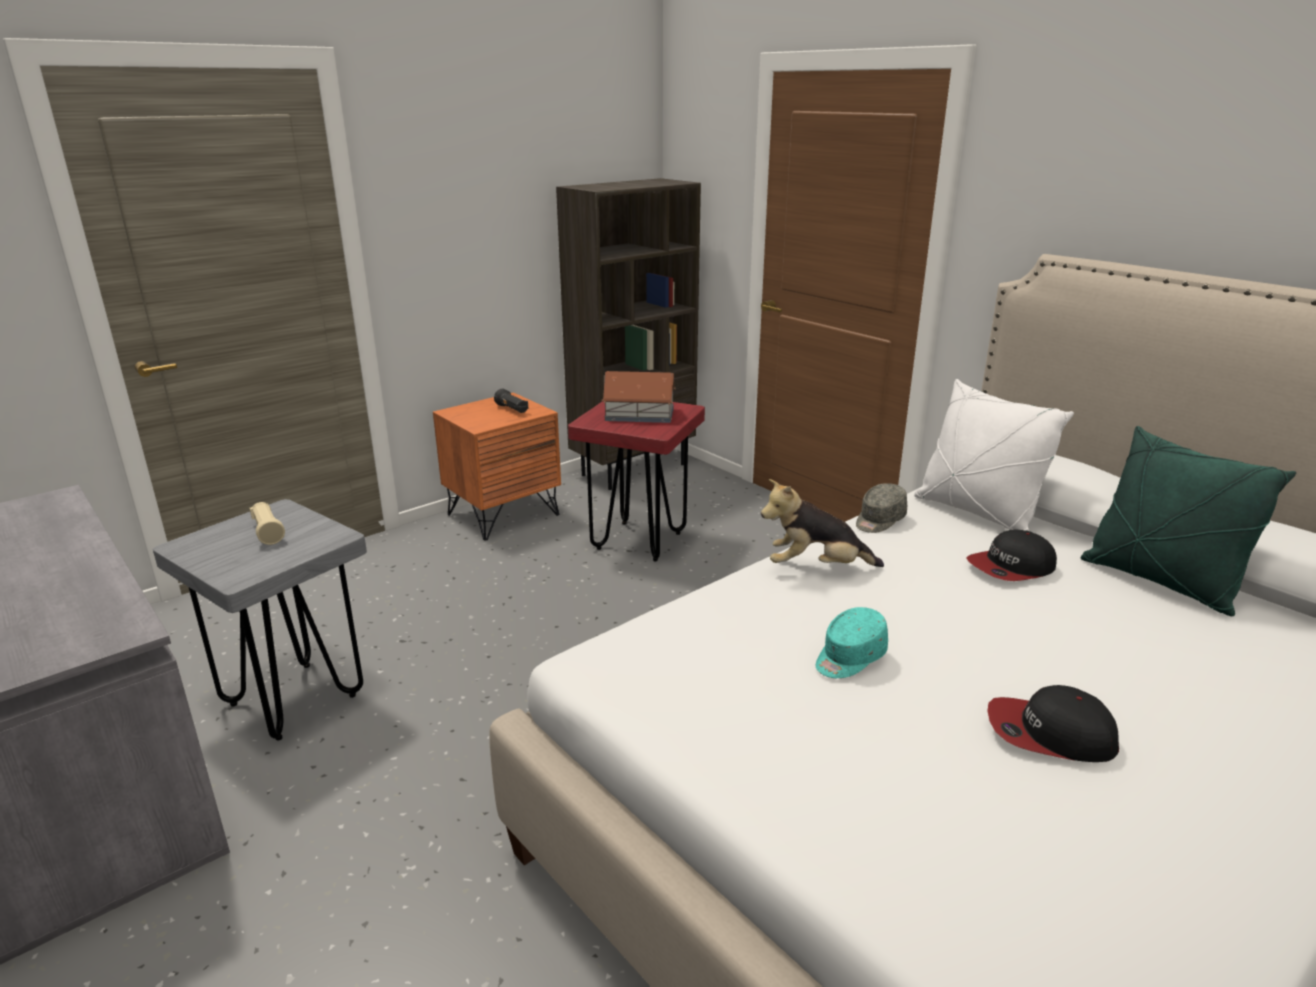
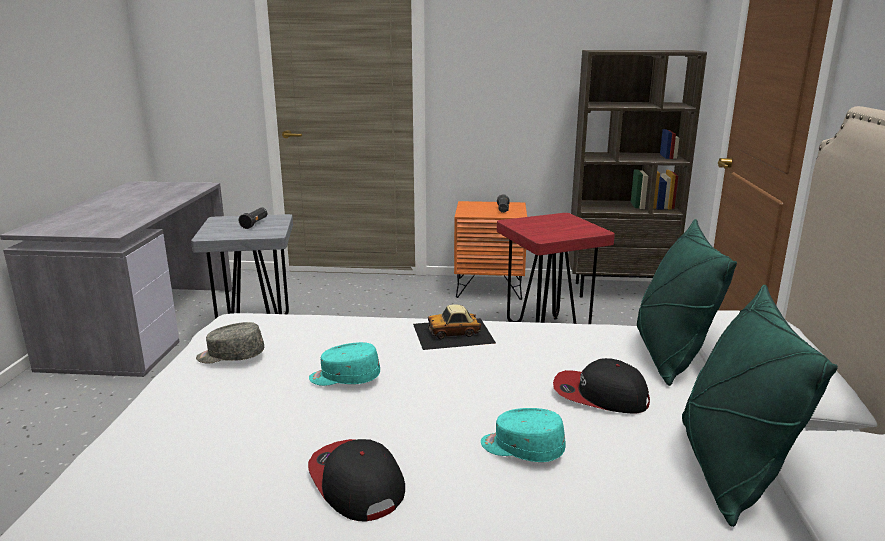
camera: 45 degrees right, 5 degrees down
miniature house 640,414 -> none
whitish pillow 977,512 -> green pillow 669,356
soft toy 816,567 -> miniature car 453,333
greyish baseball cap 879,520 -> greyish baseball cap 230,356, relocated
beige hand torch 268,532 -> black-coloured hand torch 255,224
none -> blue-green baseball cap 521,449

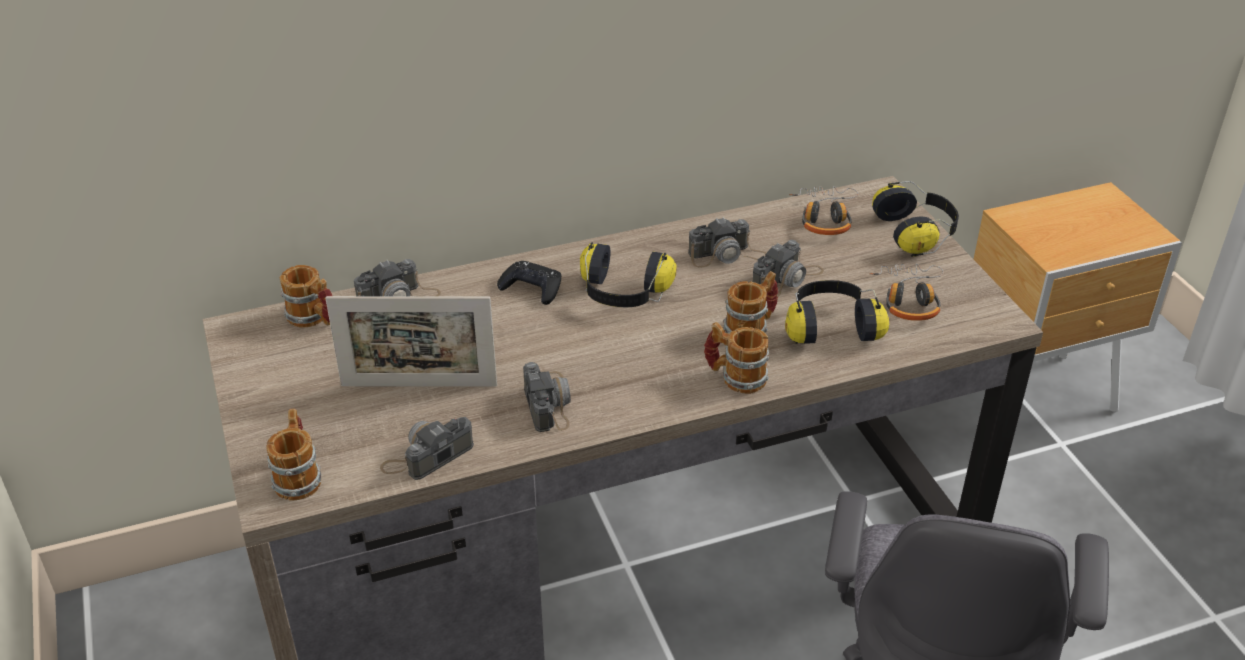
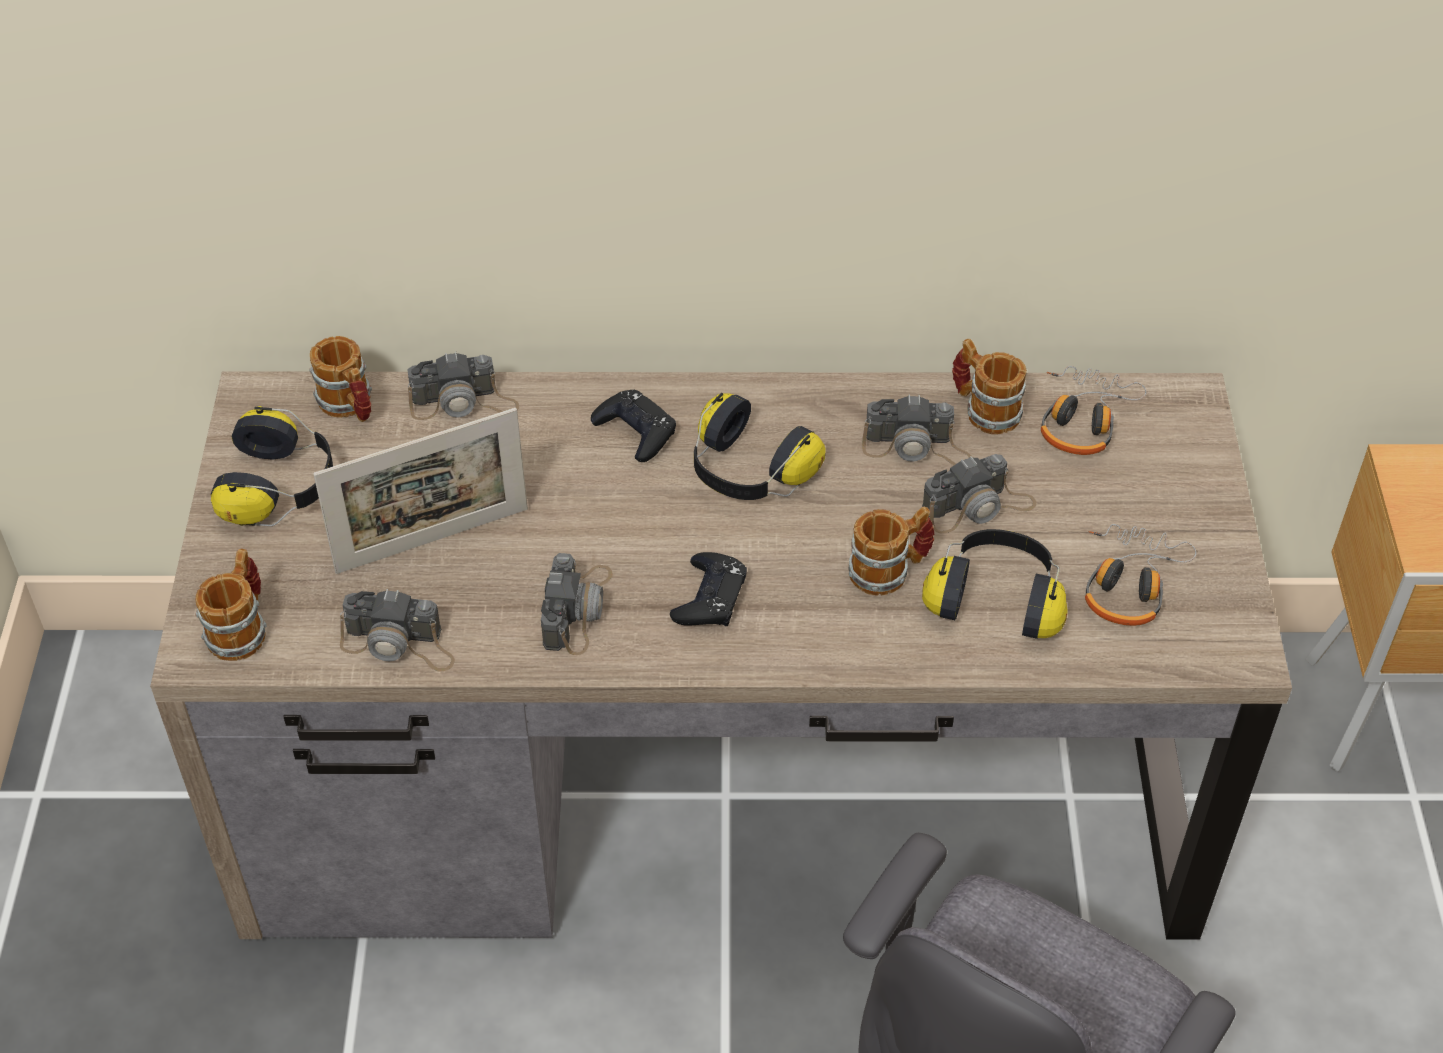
camera: 20 degrees right, 10 degrees up
headphones 916,233 -> headphones 281,487, relocated
photo frame 419,385 -> photo frame 432,540, 45 degrees counterclockwise
mug 735,377 -> mug 984,409, relocated
still camera 427,456 -> still camera 399,644, 150 degrees counterclockwise
none -> black-coloured gamepad 709,597

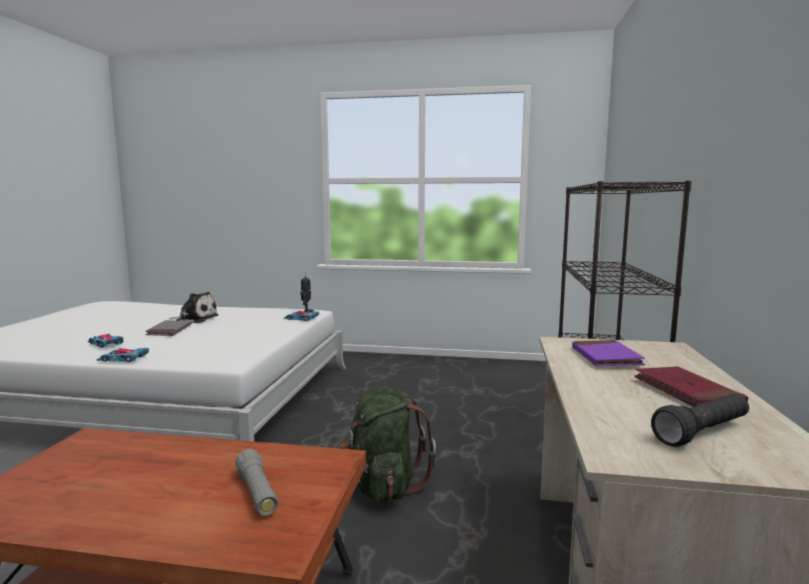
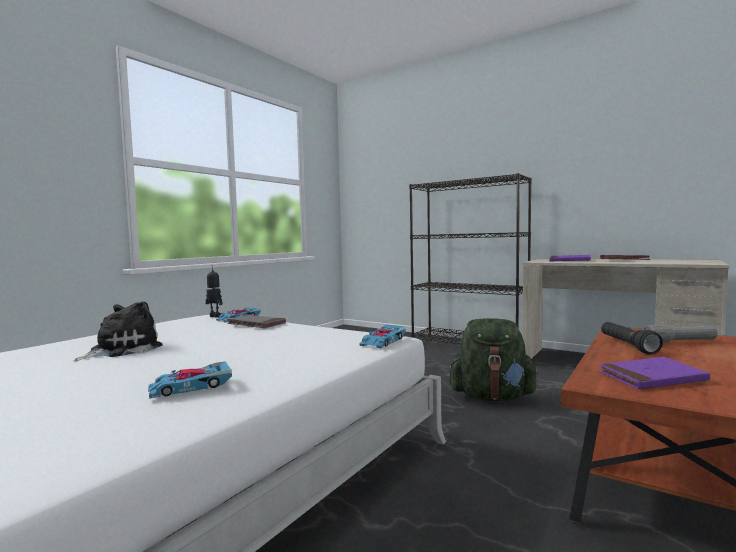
camera: 65 degrees left, 5 degrees down
greyish book 169,330 -> greyish book 256,324, relocated
miniature car 123,359 -> miniature car 383,341, relocated
black-coloured hand torch 702,433 -> black-coloured hand torch 627,346, relocated
none -> purplish book 652,377

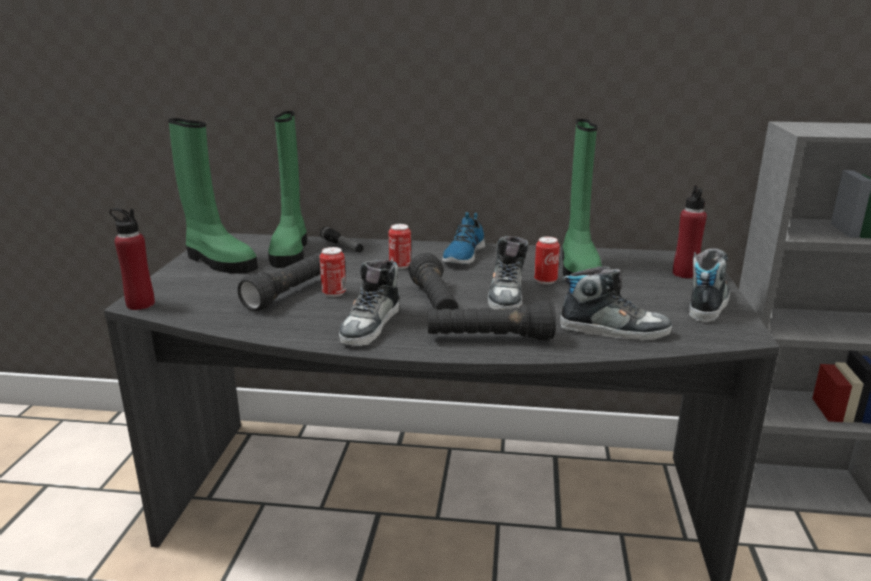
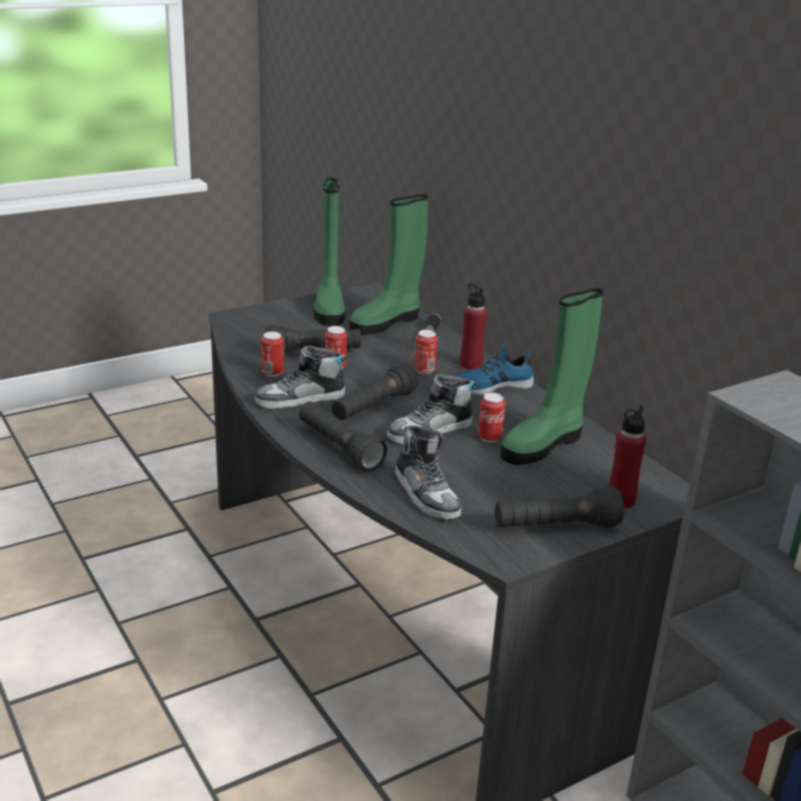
camera: 50 degrees right, 5 degrees up
reddish beverage bottle 140,304 -> reddish beverage bottle 471,364, relocated
low shoe 707,304 -> black-coloured hand torch 555,527
none -> sealed can 272,373

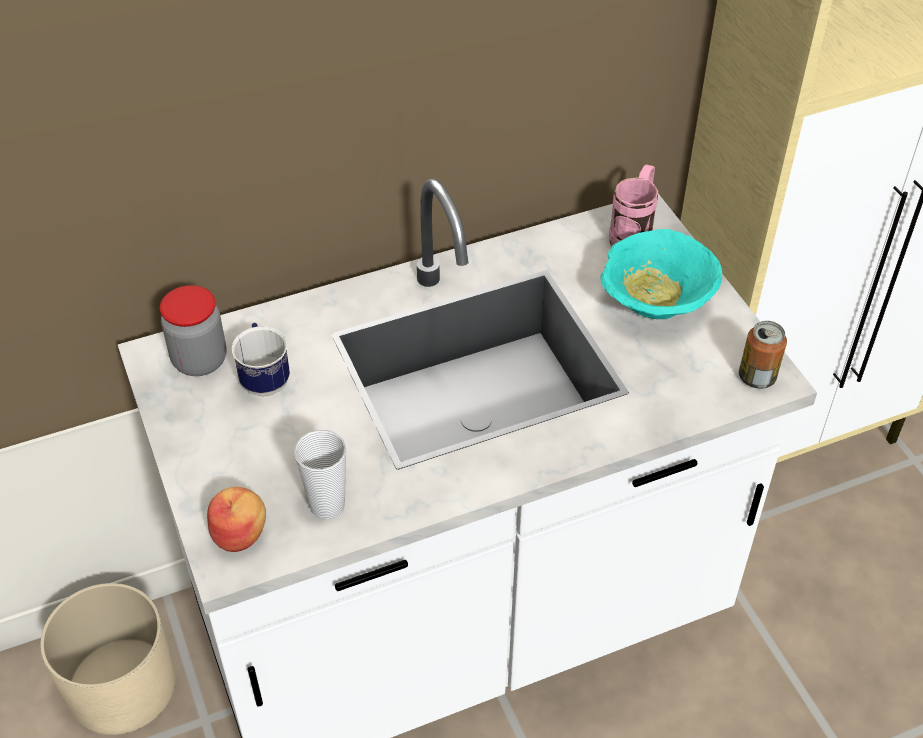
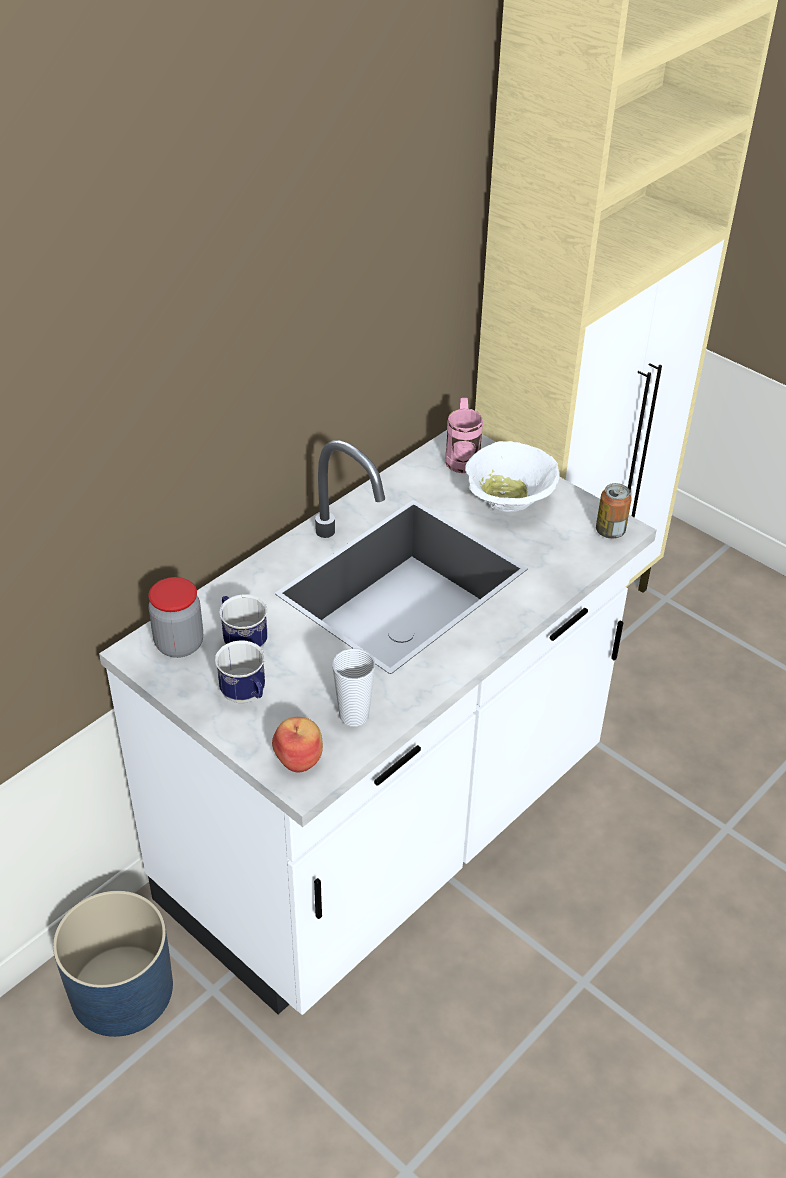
camera: 25 degrees left, 5 degrees down
blue-green serving bowl 655,305 -> whitish serving bowl 509,502
beige flower pot 122,686 -> bluish flower pot 122,991
none -> mug 246,697

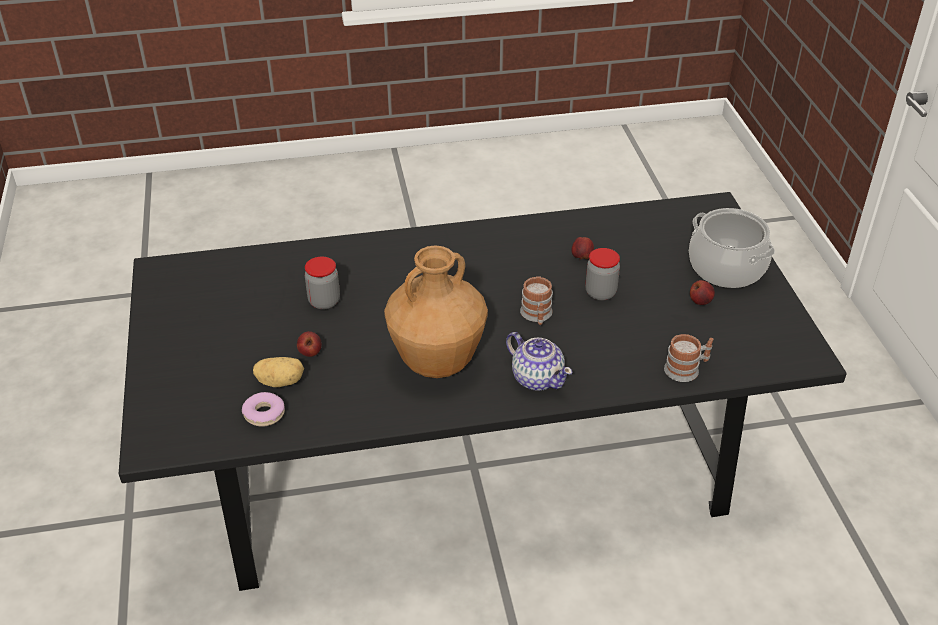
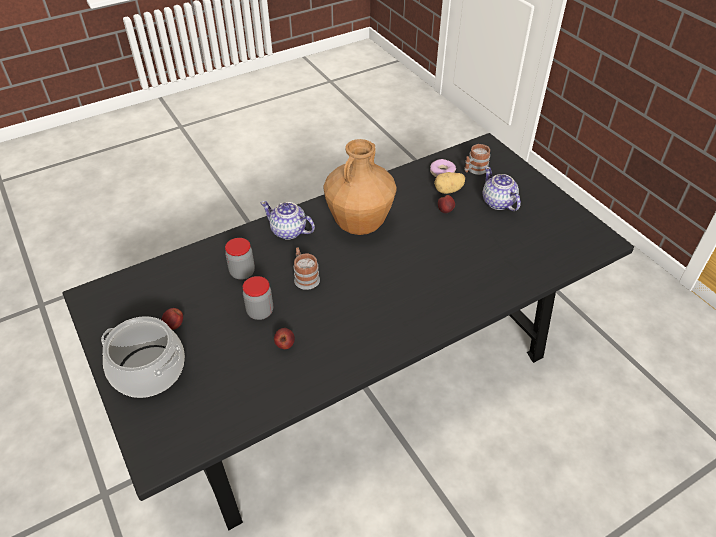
camera: 160 degrees right, 5 degrees up
storage jar 324,301 -> storage jar 242,272, relocated
mug 687,369 -> mug 474,170, relocated
none -> tea pot 498,203

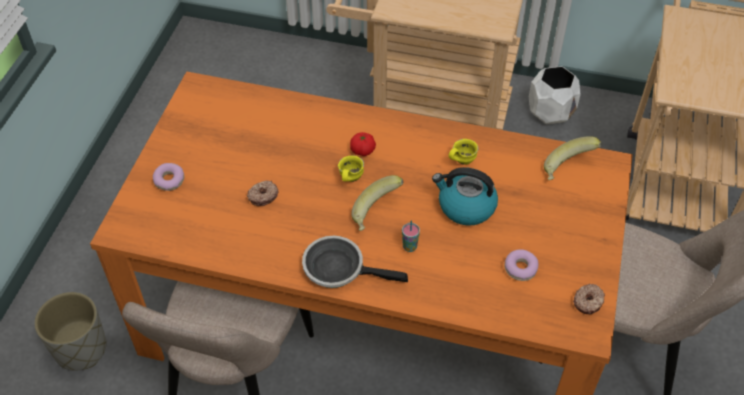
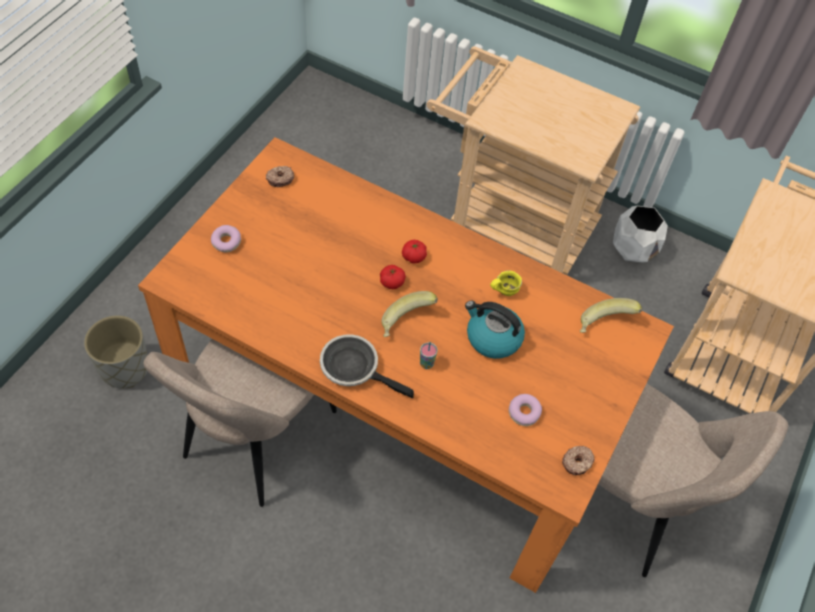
camera: 10 degrees right, 5 degrees up
yellow-coloured mug 349,179 -> tomato 392,282
doughnut 263,196 -> doughnut 280,179, relocated

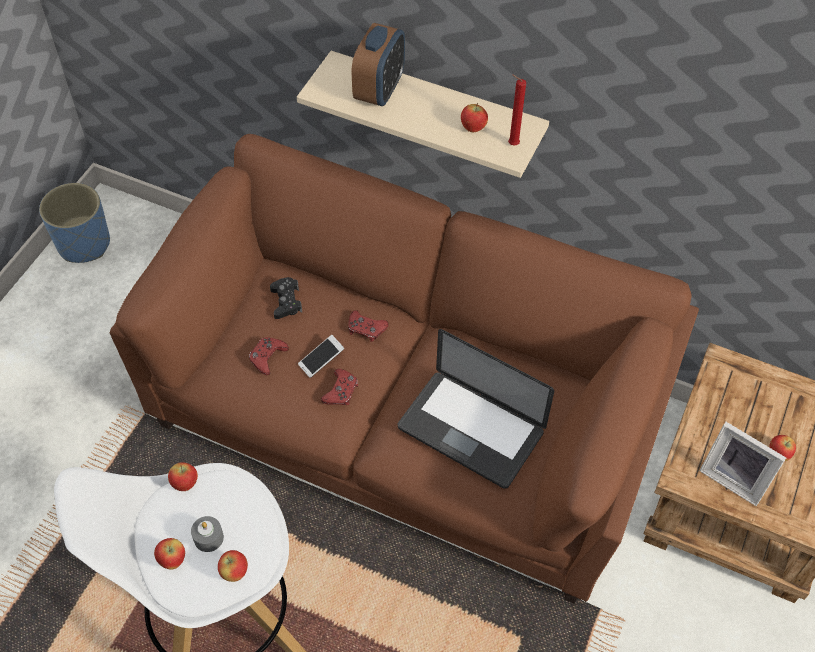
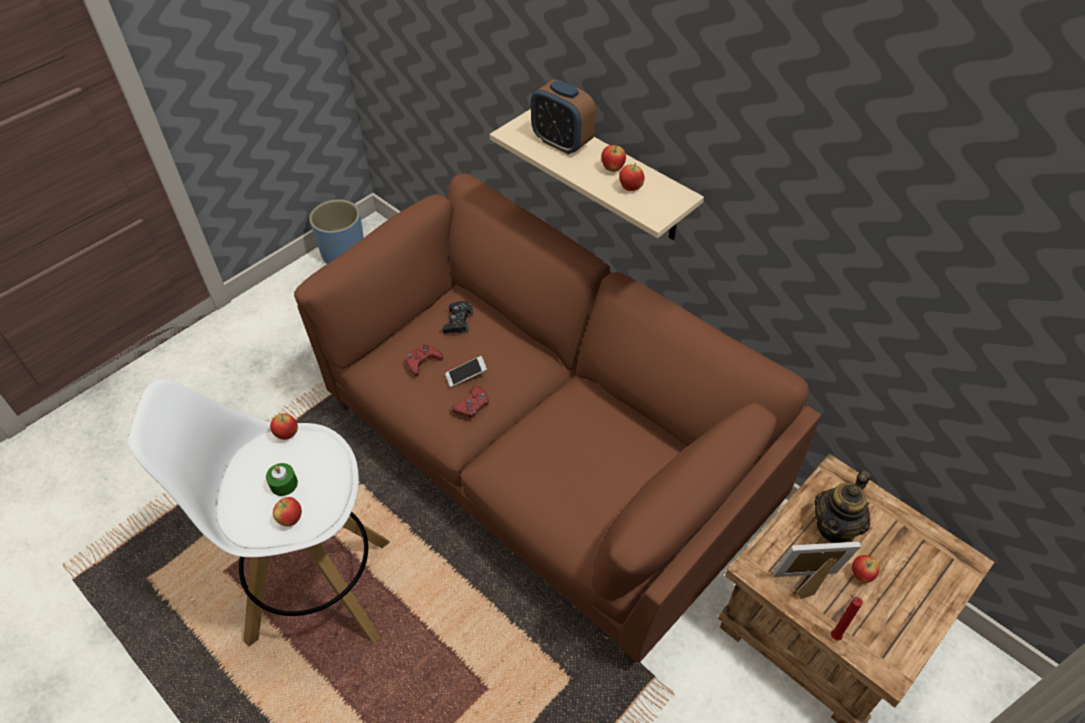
camera: 20 degrees right, 5 degrees down
alarm clock 379,90 -> alarm clock 562,143, 90 degrees clockwise
reddish wax candle 511,144 -> reddish wax candle 833,636, relocated
reddish gamepad 366,329 -> none
portable computer 470,430 -> none
photo frame 734,478 -> photo frame 807,584, 120 degrees clockwise
greyish wax candle 208,538 -> green wax candle 284,484
apple 172,560 -> apple 612,169, relocated
none -> tea pot 835,527

